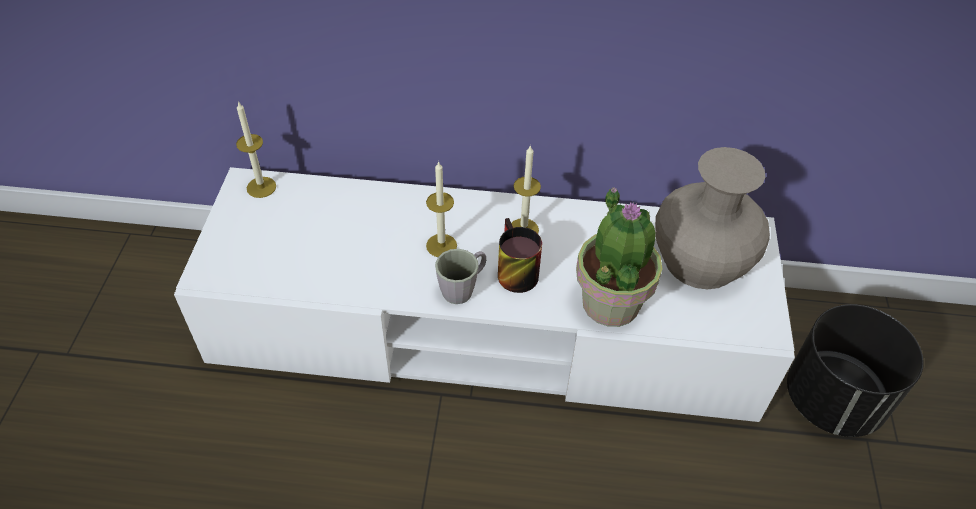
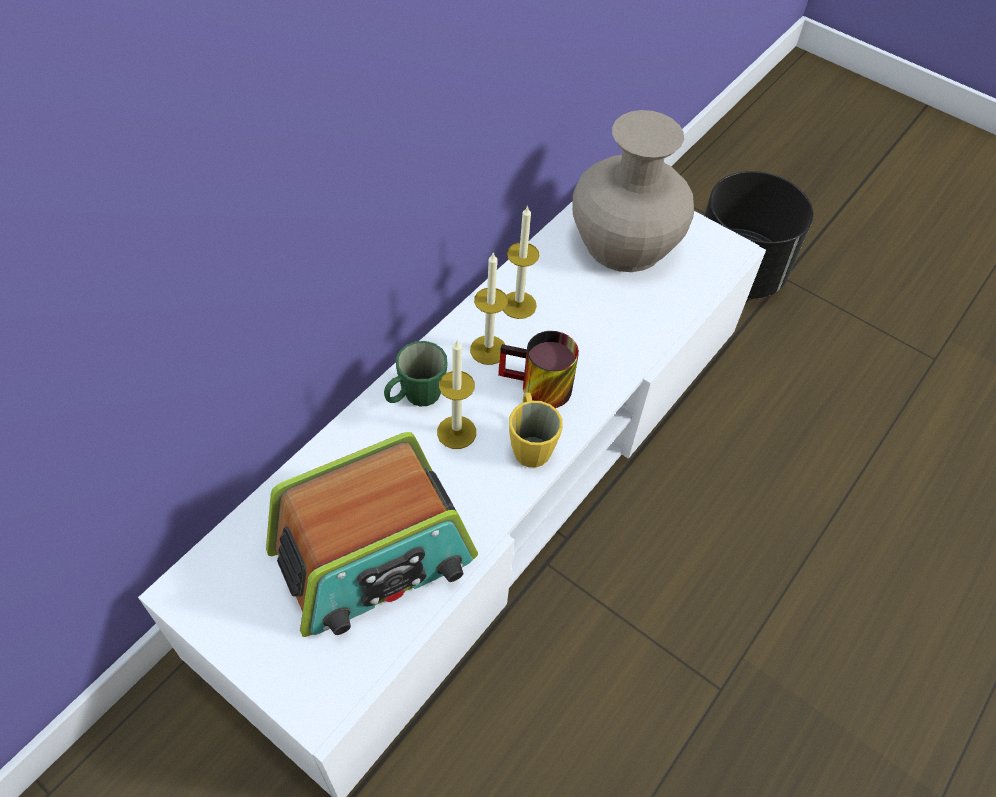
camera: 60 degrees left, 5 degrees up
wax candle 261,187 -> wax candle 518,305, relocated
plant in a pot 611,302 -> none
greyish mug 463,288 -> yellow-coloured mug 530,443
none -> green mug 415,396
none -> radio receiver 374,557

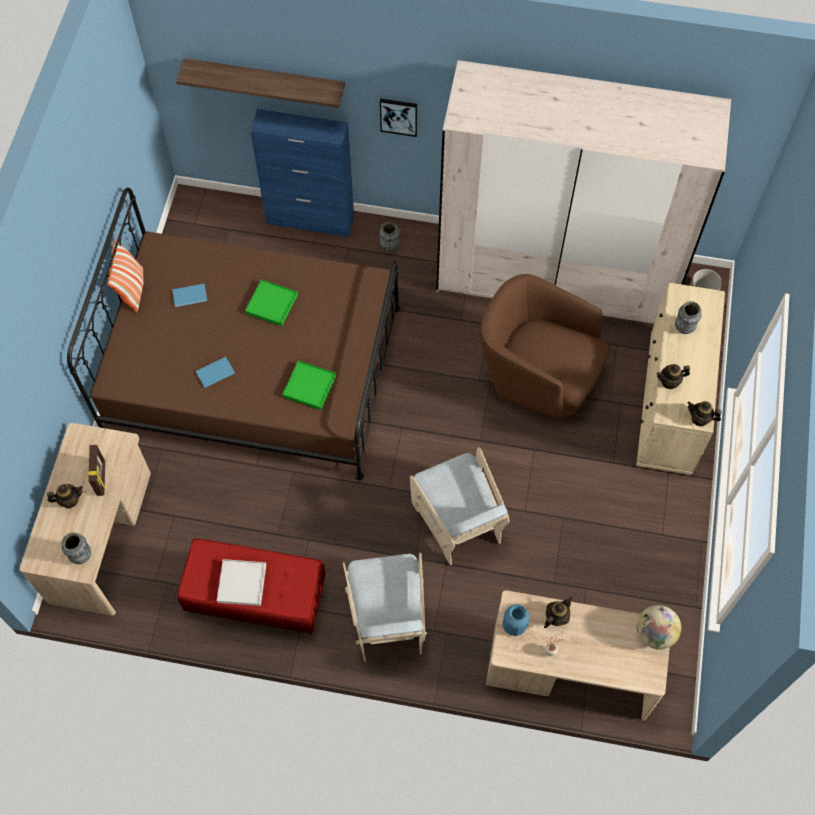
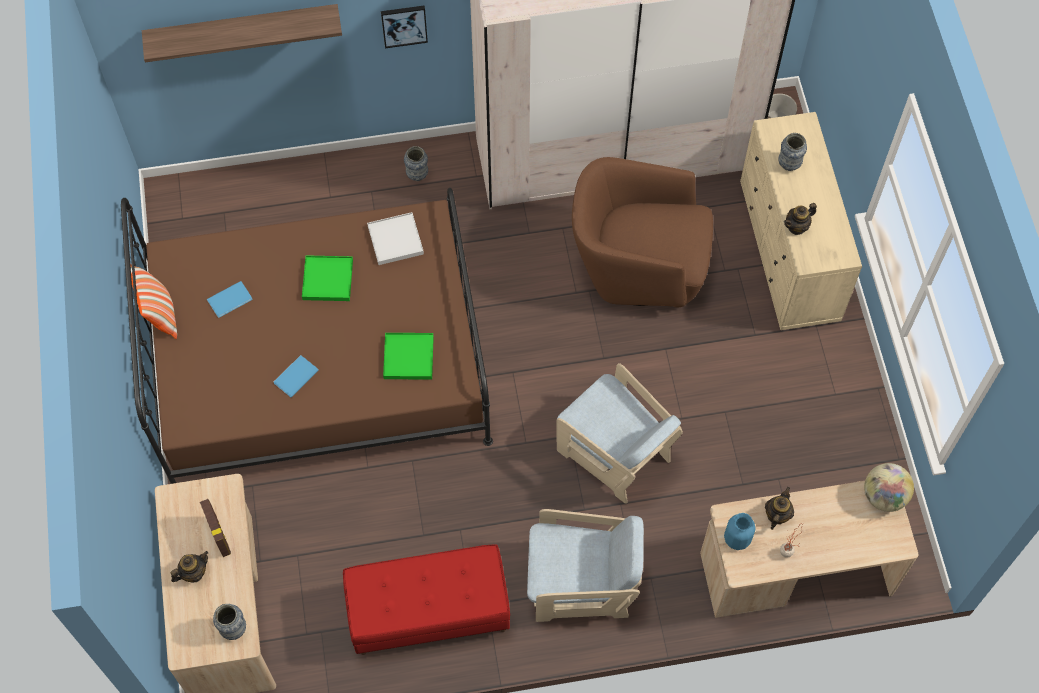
camera: 20 degrees left, 0 degrees up
bluish storage cabinet 310,219 -> none
tea pot 700,419 -> none
beige easy chair 387,618 -> beige easy chair 581,583, 60 degrees counterclockwise
whitish tray 242,583 -> whitish tray 395,240, relocated

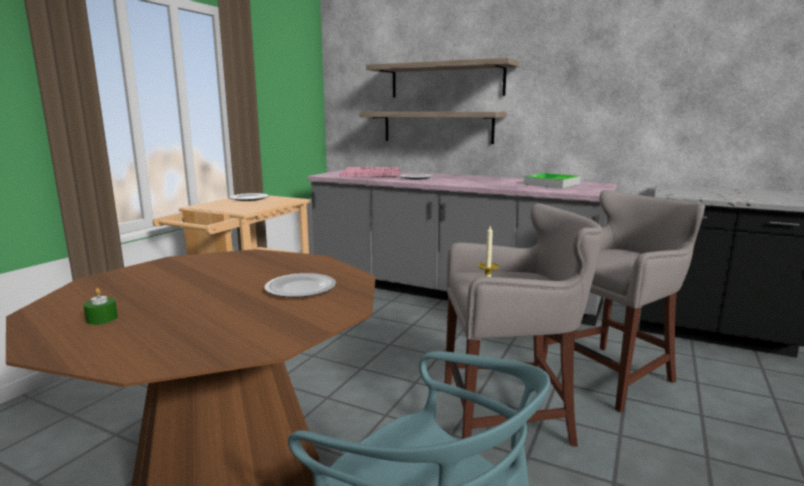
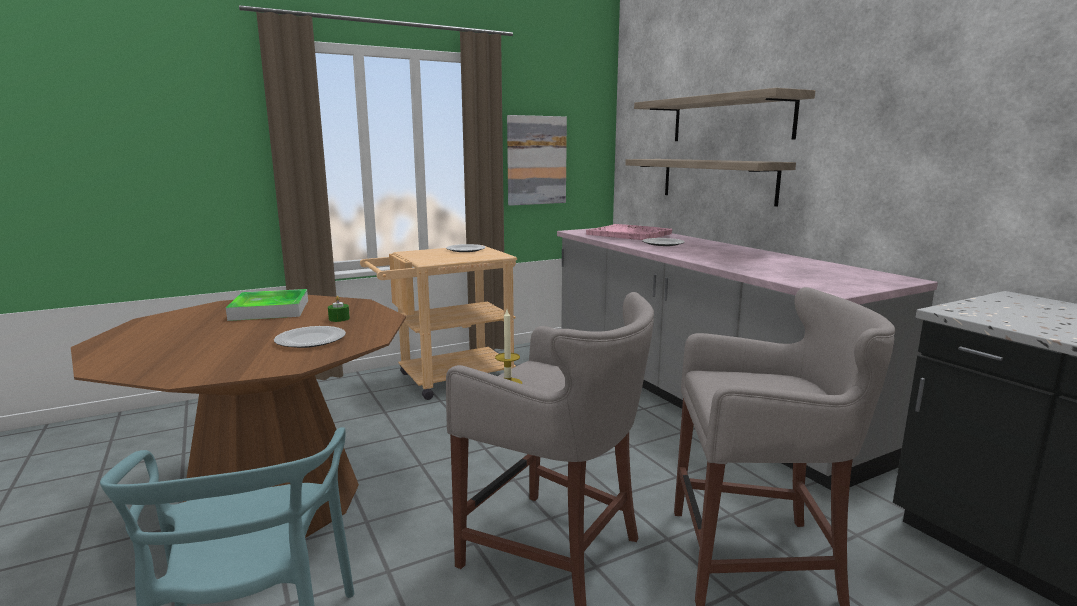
camera: 35 degrees right, 0 degrees up
tray 551,184 -> tray 270,310, relocated
green wax candle 102,319 -> green wax candle 339,319, relocated
none -> wall art 536,160

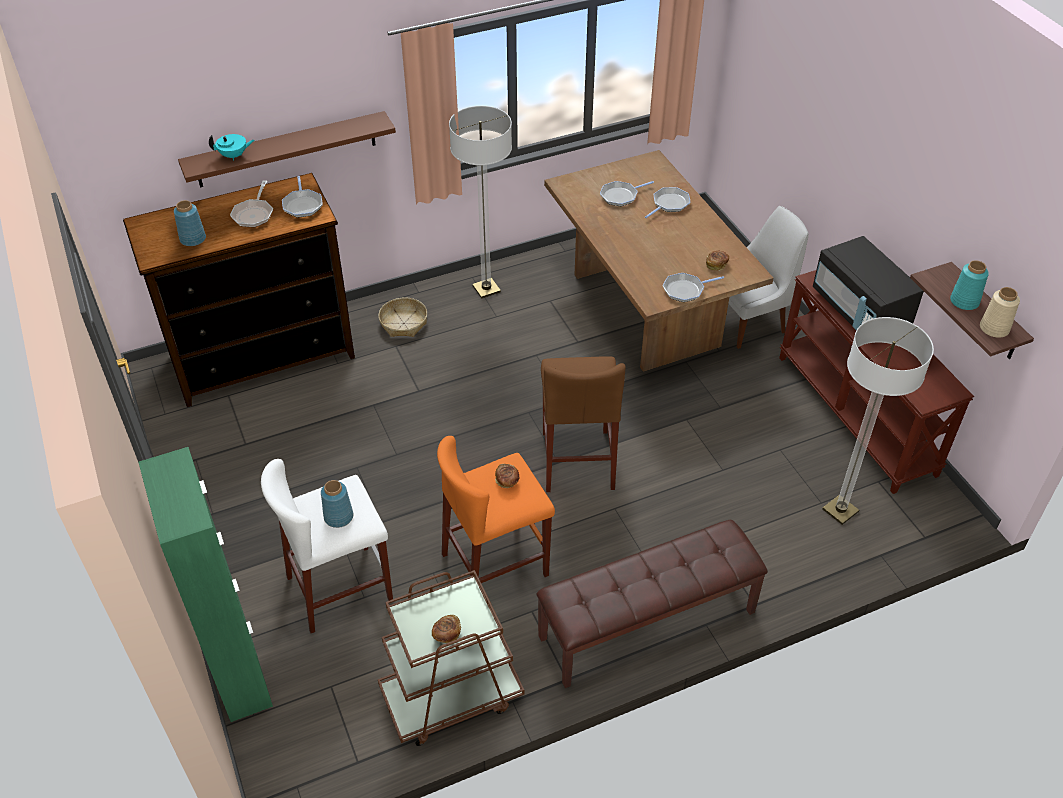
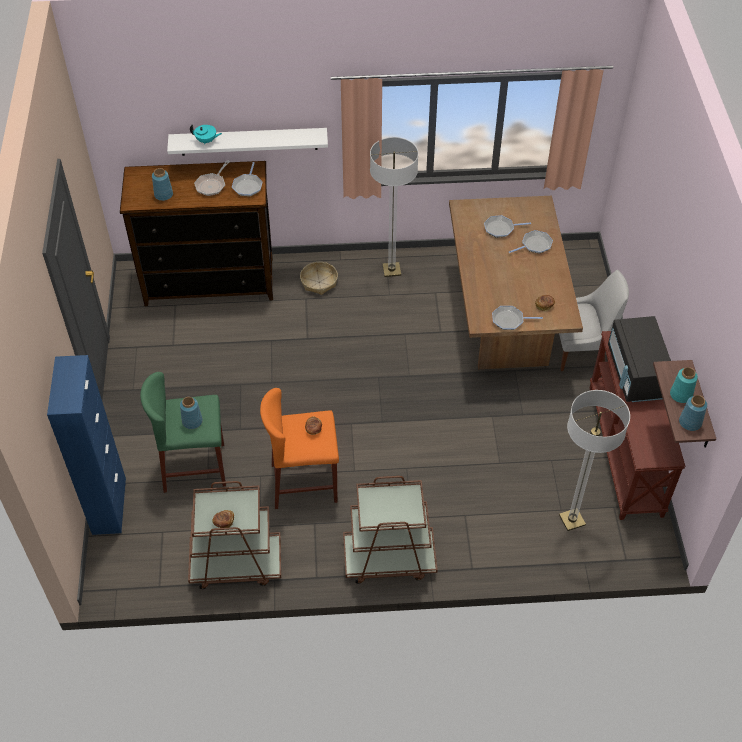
camera: 20 degrees right, 5 degrees up
brown-coloured shelf 286,149 -> whitish shelf 249,141
beige vase 994,329 -> bluish vase 690,422
brown-coloured sitting stool 577,460 -> none
green storage cabinet 240,675 -> bluish storage cabinet 109,506
whitish sitting stool 340,588 -> green sitting stool 194,467
brown-coloured bench 647,625 -> brown-coloured trolley 389,558

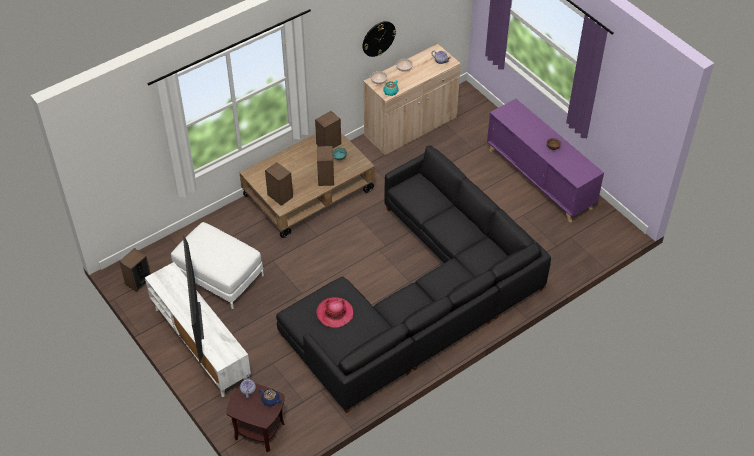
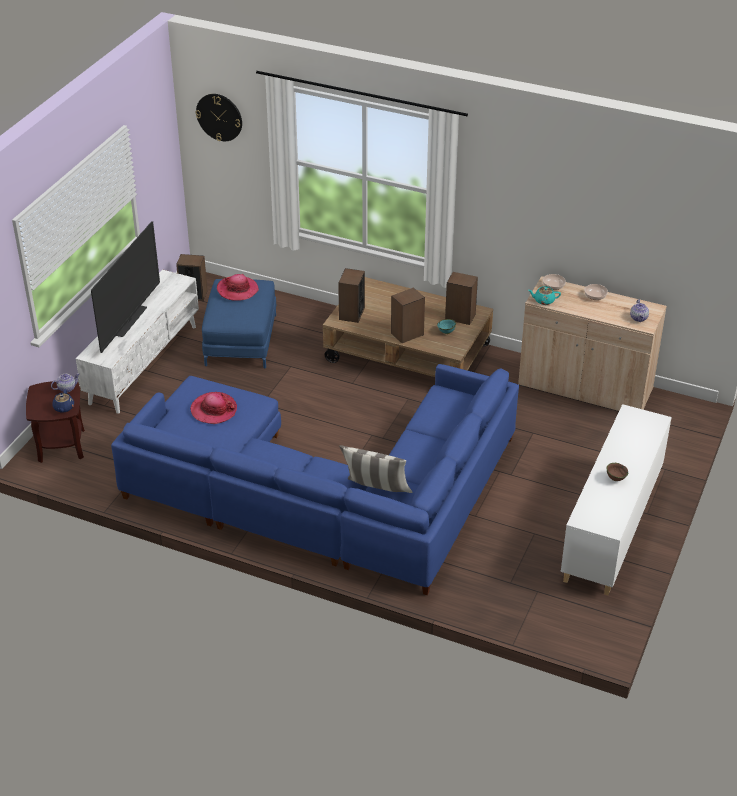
camera: 60 degrees right, 10 degrees down
clock on the wall 378,38 -> clock on the wall 219,117, relocated
purplish storage cabinet 540,179 -> whitish storage cabinet 612,527
black-coloured couch 418,299 -> bluish couch 324,493
whitish ottoman 218,276 -> bluish ottoman 240,340
television 197,321 -> television 130,321, 150 degrees clockwise
none -> clothing hat 237,290
none -> pillow 376,493

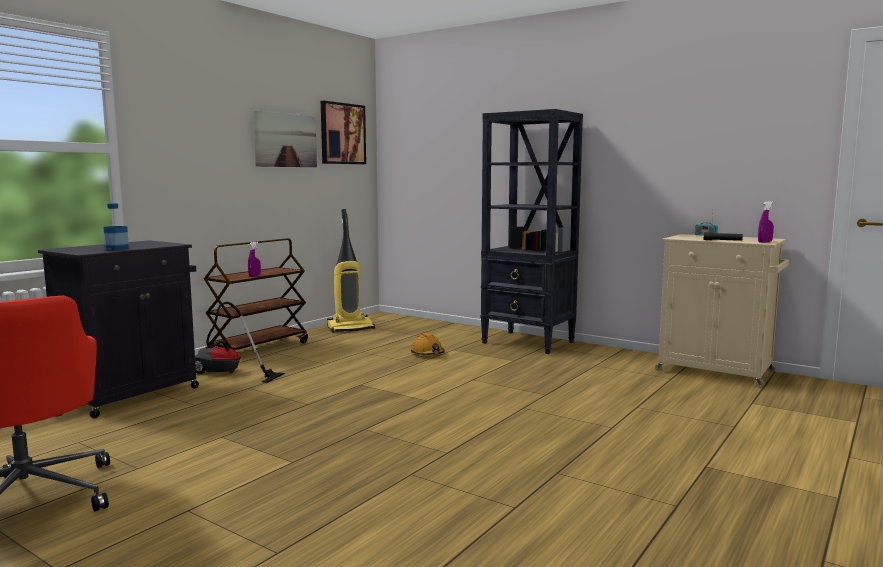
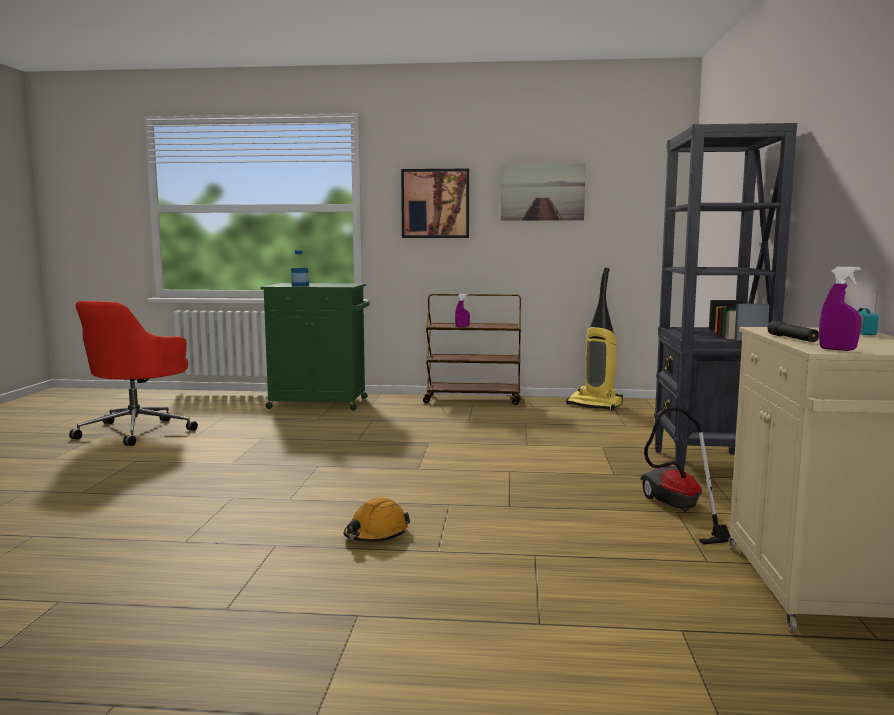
camera: 60 degrees right, 0 degrees up
wall art 342,133 -> wall art 435,203, relocated
black-coloured storage cabinet 131,394 -> green storage cabinet 320,403
vacuum 227,374 -> vacuum 677,511, relocated
orange safety helmet 427,353 -> orange safety helmet 376,534, relocated

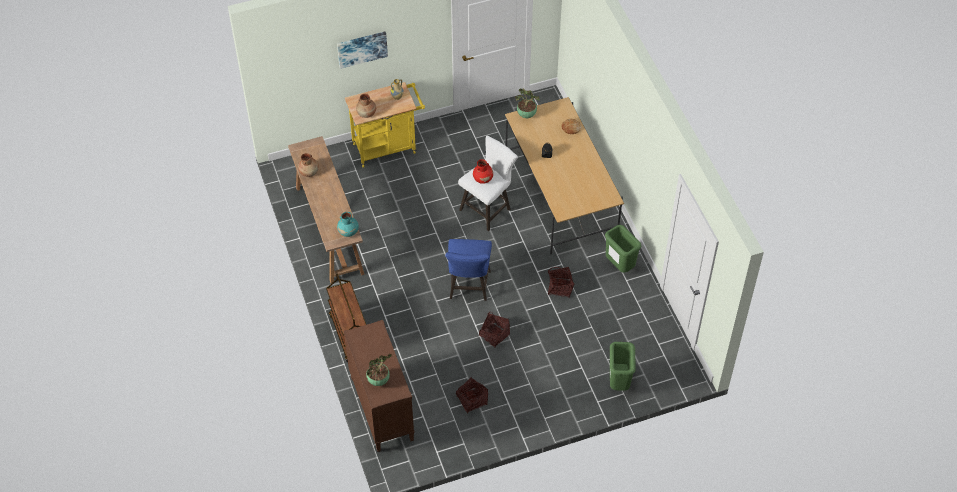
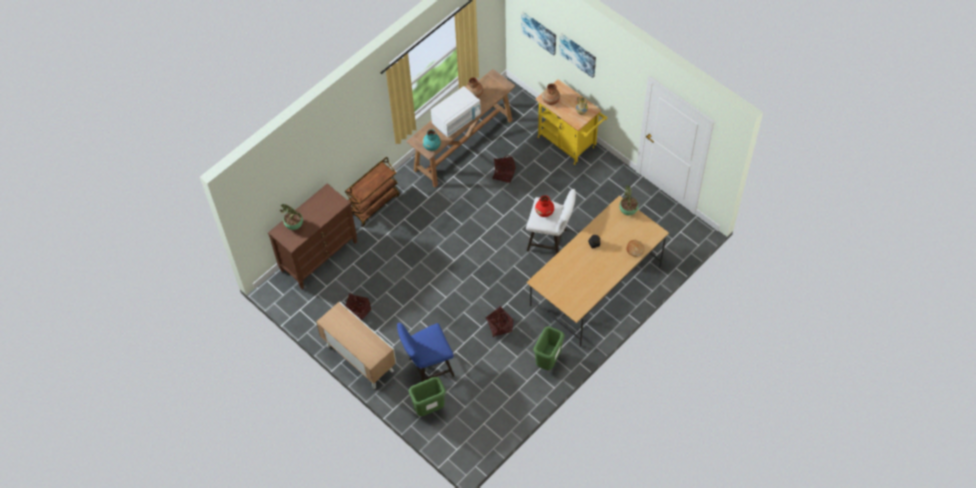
camera: 65 degrees right, 5 degrees up
bluish sitting stool 469,288 -> bluish sitting stool 428,368, relocated
storage basket 494,335 -> storage basket 504,174, relocated
none -> wall art 539,32
none -> whitish microwave 456,120
none -> storage cabinet 359,358

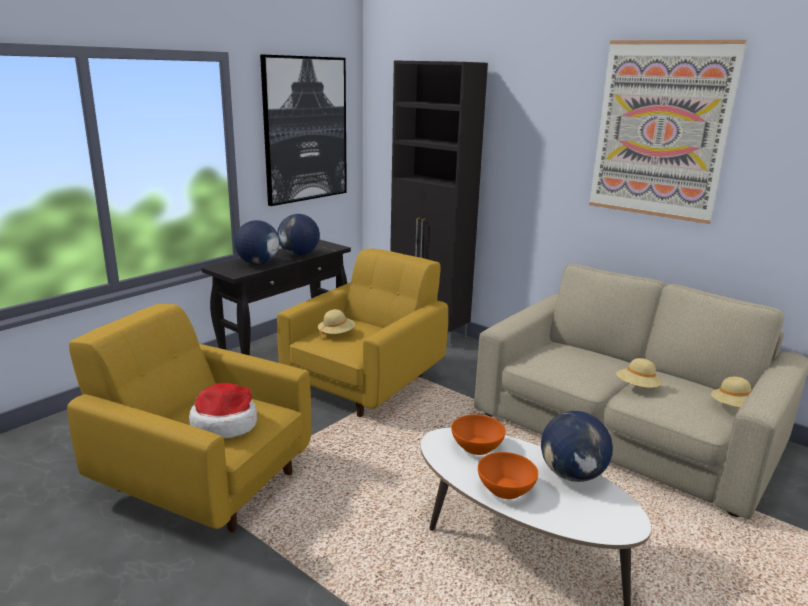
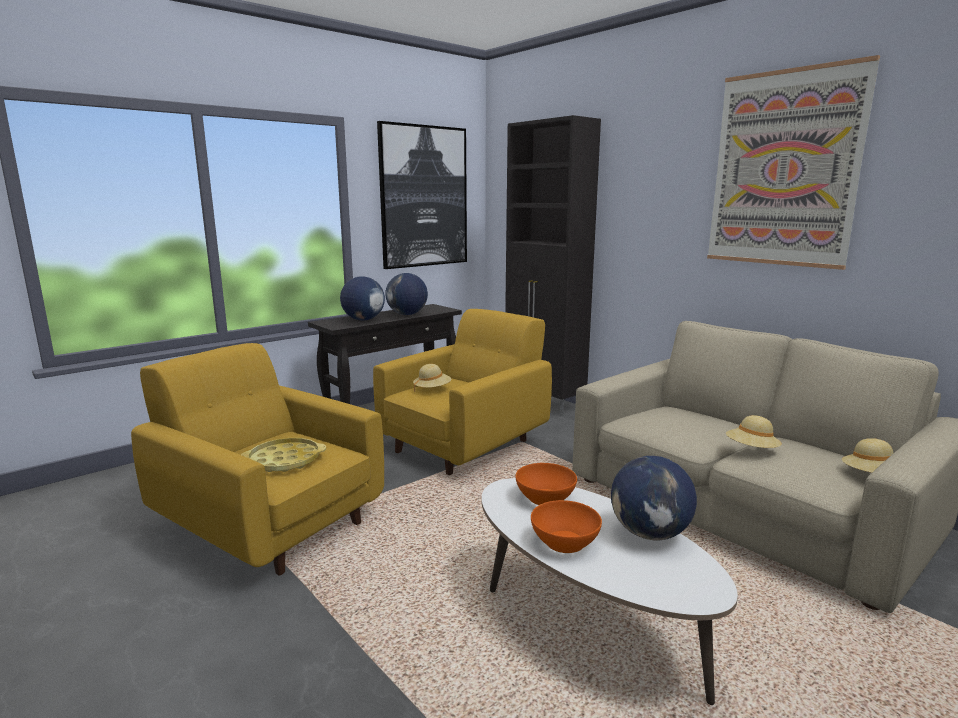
camera: 10 degrees right, 5 degrees down
clothing hat 225,424 -> yellow-coloured tray 284,461

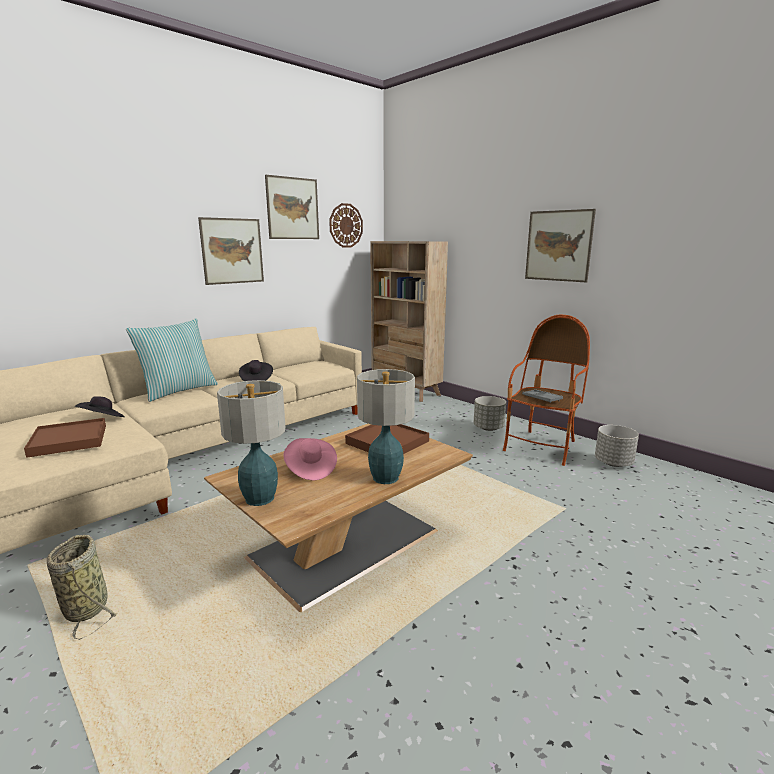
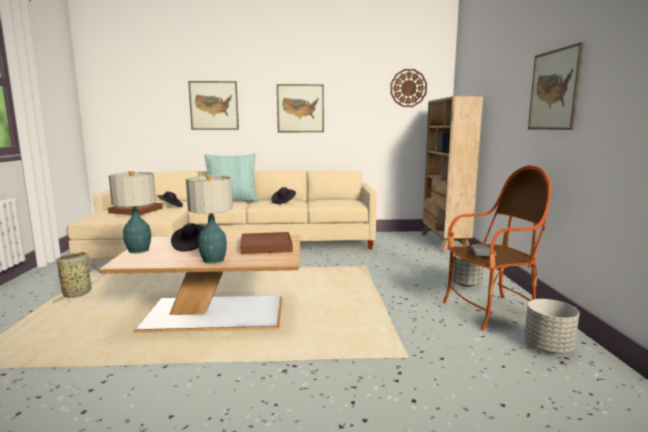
camera: 40 degrees right, 5 degrees down
wall art 293,208 -> wall art 214,105, relocated
pinkish clothing hat 310,469 -> black-coloured clothing hat 191,246

